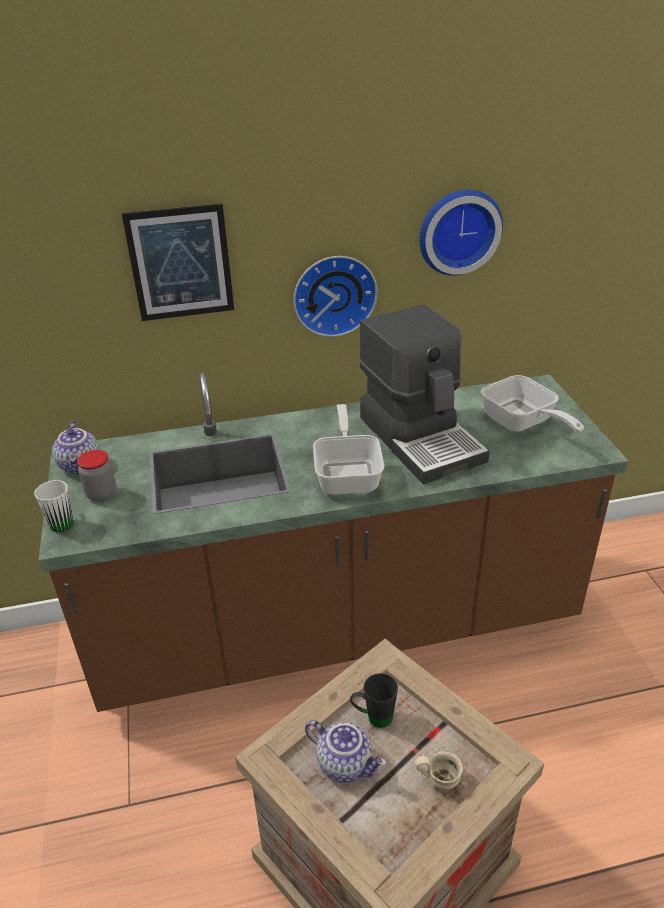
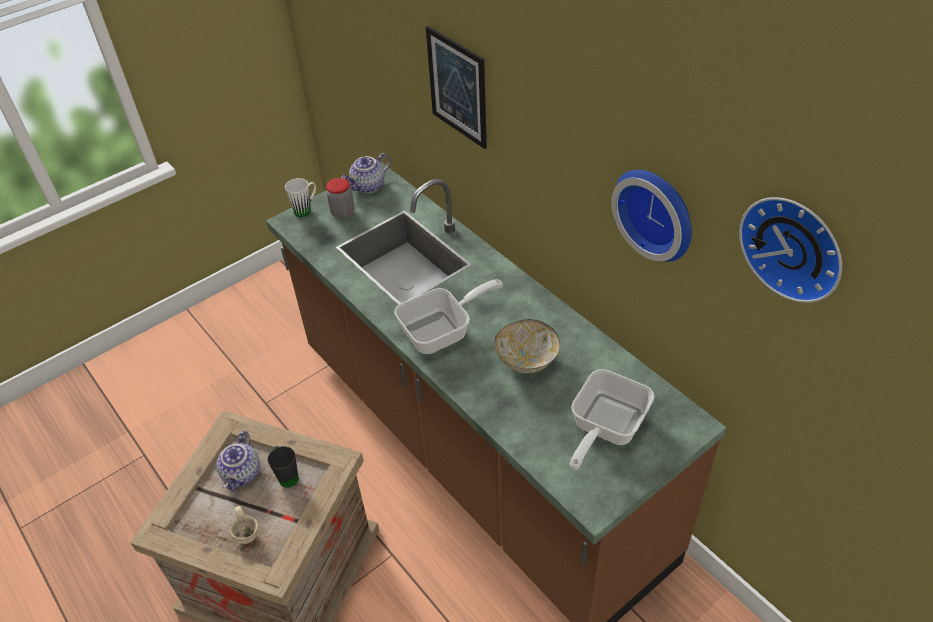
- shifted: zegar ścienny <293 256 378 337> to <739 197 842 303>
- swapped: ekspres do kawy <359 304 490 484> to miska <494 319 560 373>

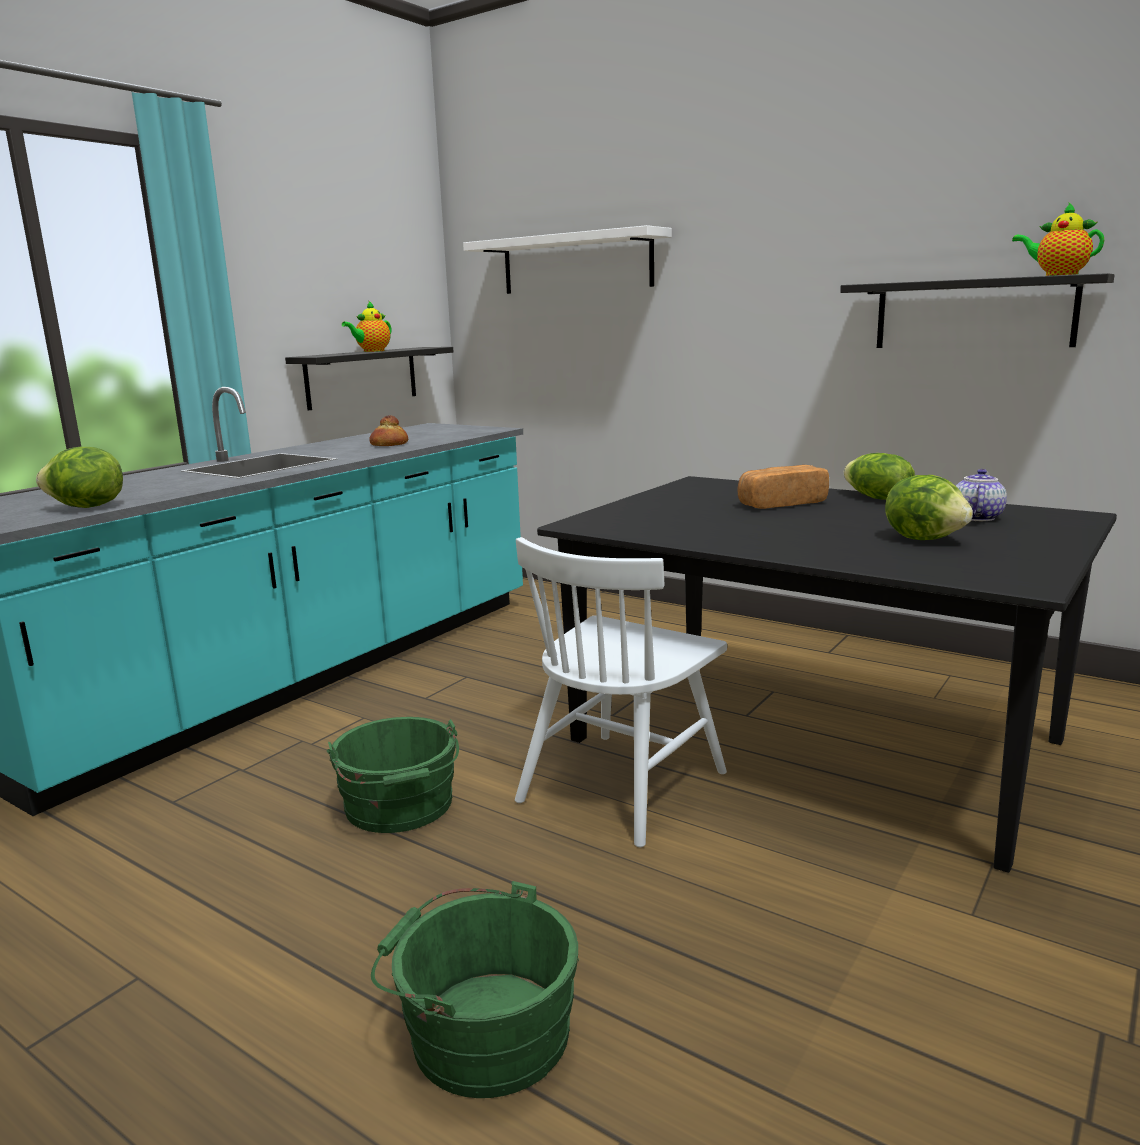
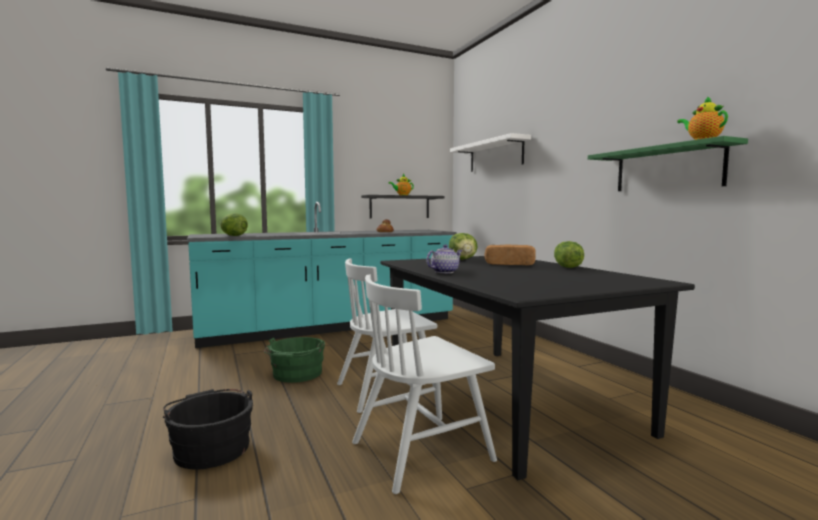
- repainted: wiadro (zielony) <371 881 579 1098> to wiadro (czarny) <163 389 253 470>
- repainted: półka (czarny) <840 273 1115 348> to półka (zielony) <588 136 748 191>
- shifted: sałata <885 475 973 540> to <449 233 478 260>
- shifted: imbryk <956 469 1007 521> to <426 245 462 273>
- new: krzesło (biały) <352 275 497 494>

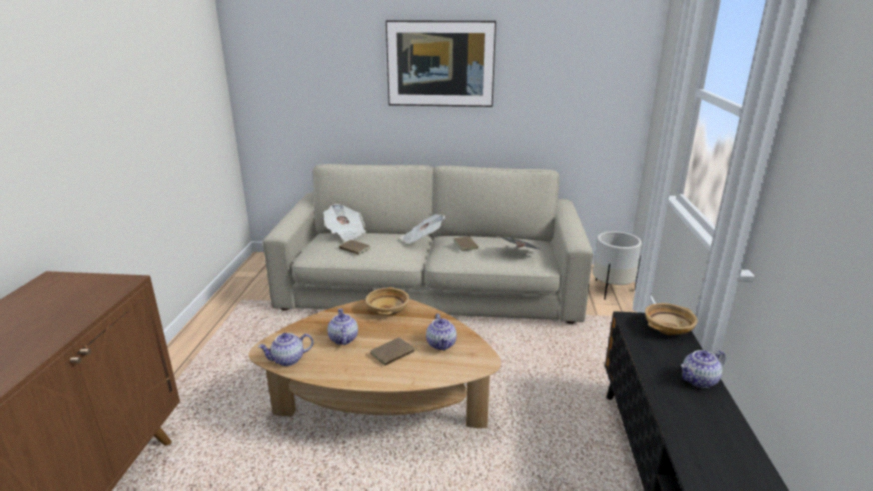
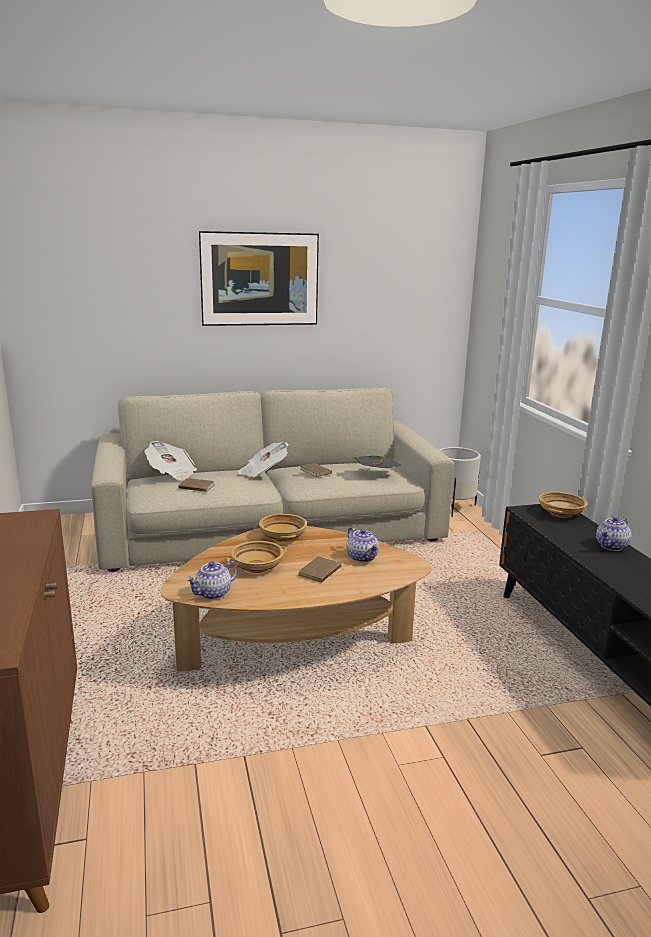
- swapped: imbryk <328 308 358 345> to miska (beżowy) <227 541 287 573>

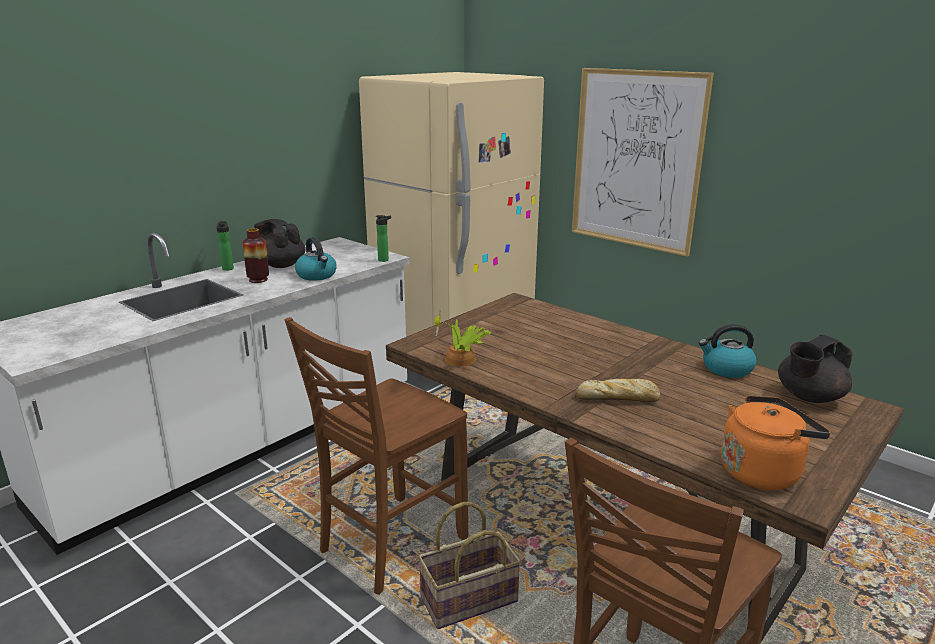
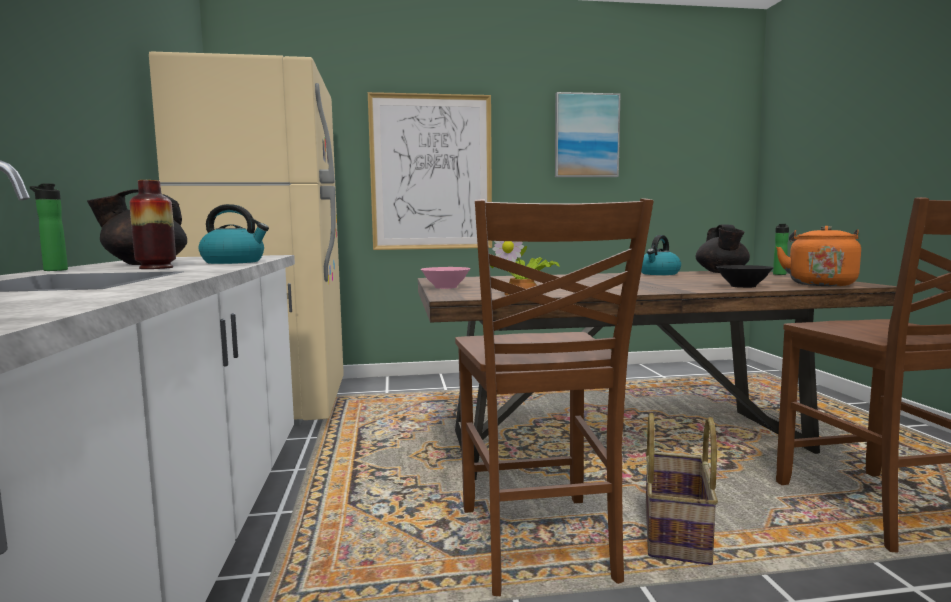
- shifted: butelka <376 215 391 262> to <773 224 789 275>
- gone: chleb <576 379 660 402>
- new: miska (różowy) <421 267 471 289>
- new: obraz <555 92 620 177>
- new: miska (czarny) <716 265 773 288>

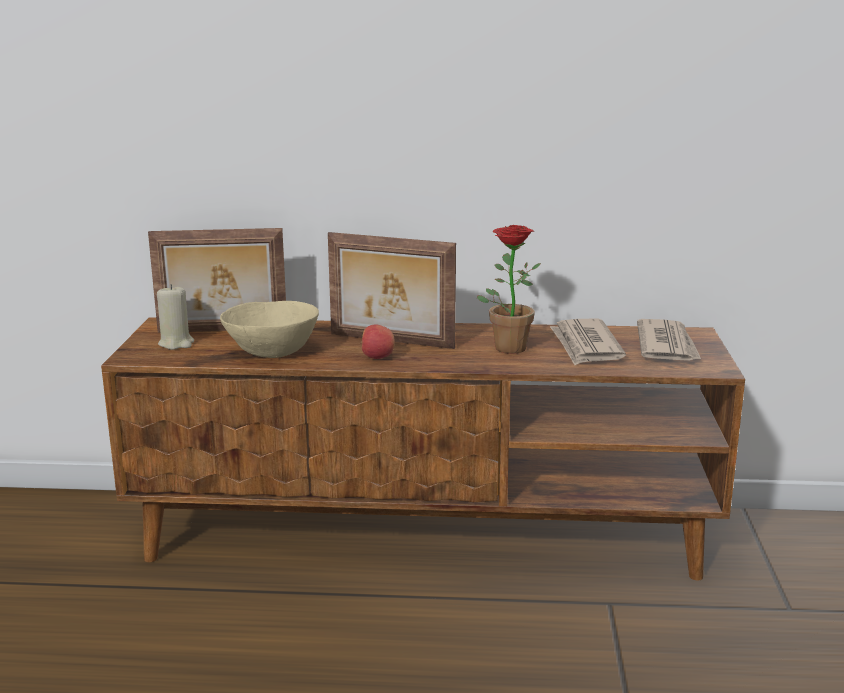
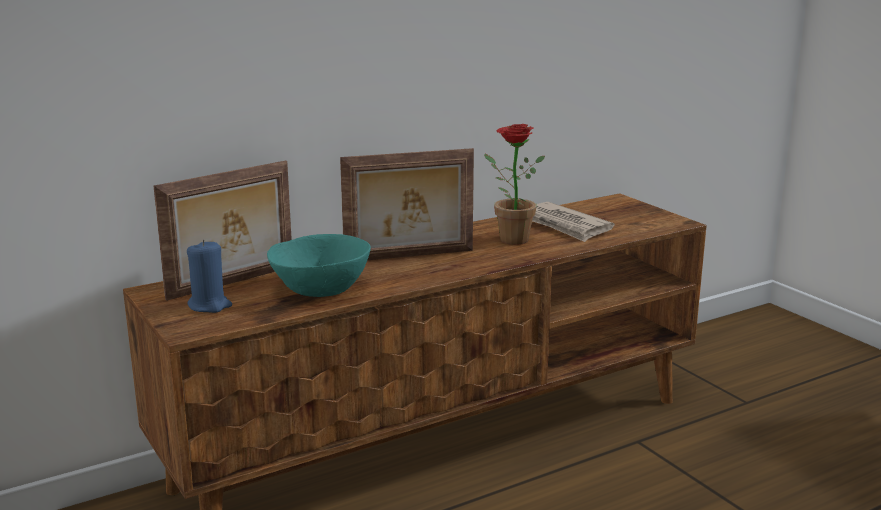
- repainted: świeca (beżowy) <157 284 194 350> to świeca (niebieski) <187 240 232 313>
- repainted: miska (beżowy) <220 301 319 358> to miska (turkusowy) <267 234 371 297>
- gone: jabłko <360 325 395 359>
- gone: gazeta <637 319 701 361>

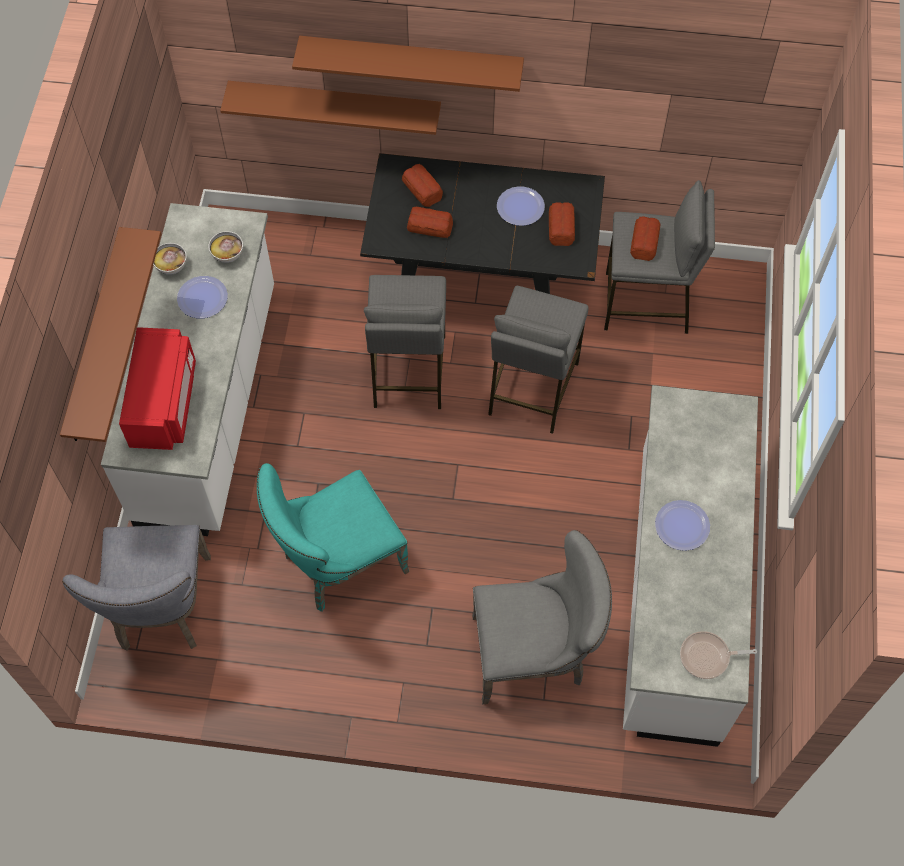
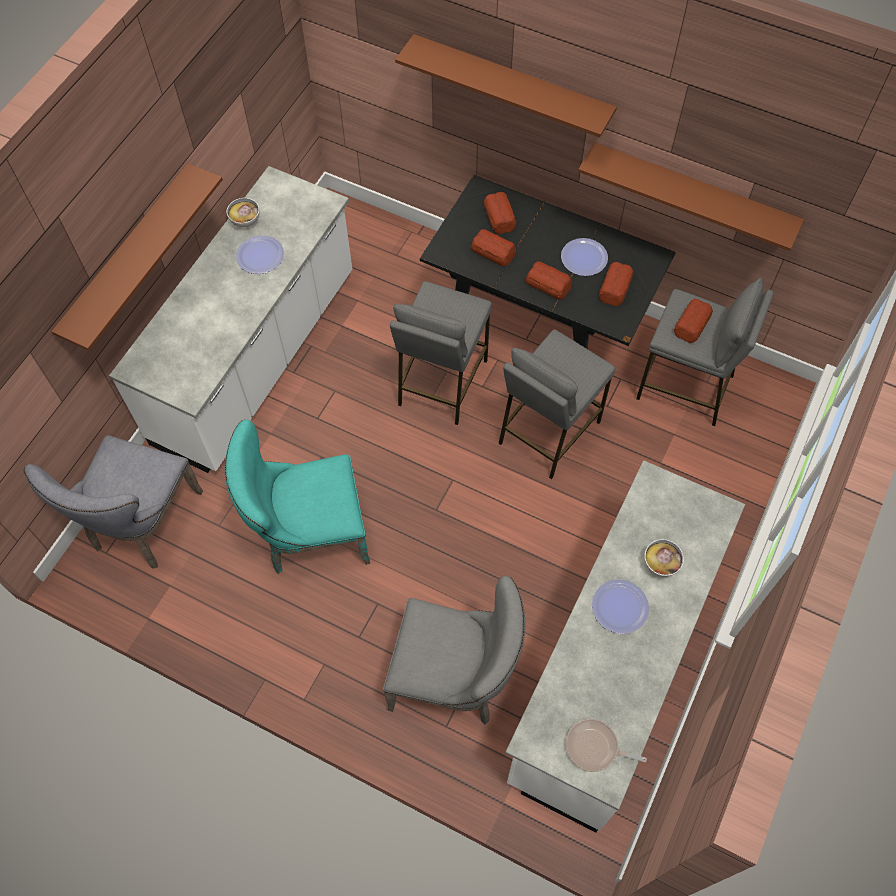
- gone: mikrofalówka (czerwony) <119 327 196 450>
- shifted: miska <208 231 243 263> to <644 539 684 577>
- shifted: półka (brązowy) <220 81 441 135> to <578 142 804 251>
- new: chleb <526 261 572 299>

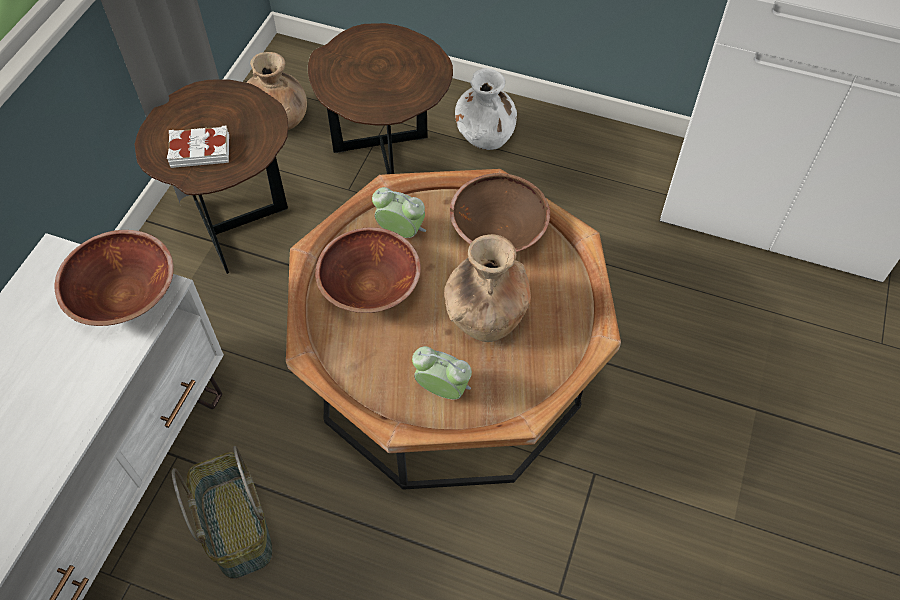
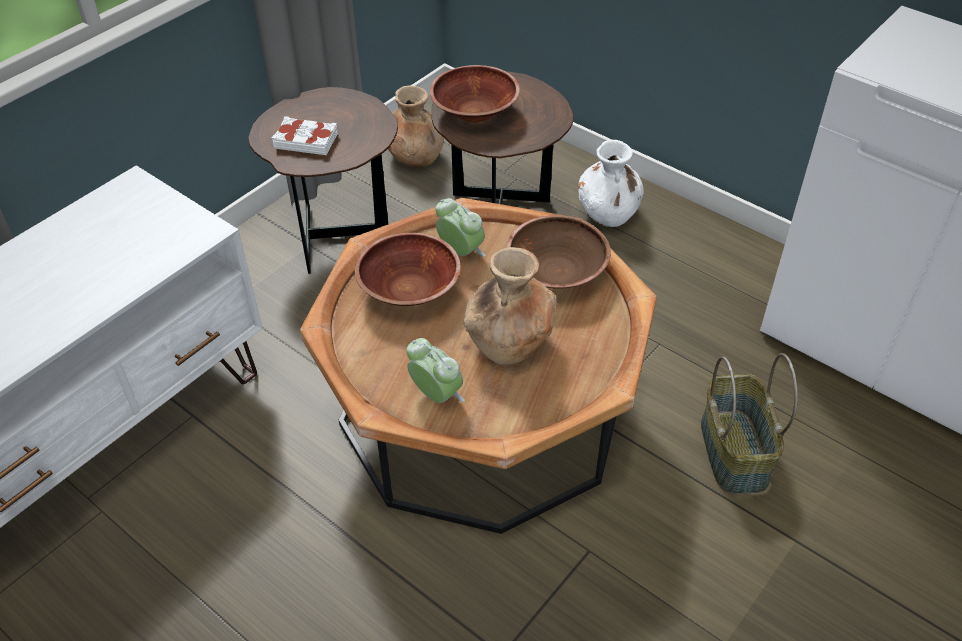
- shifted: miska (brązowy) <55 230 174 326> to <430 65 520 123>
- shifted: koszyk <172 446 273 579> to <701 353 798 494>

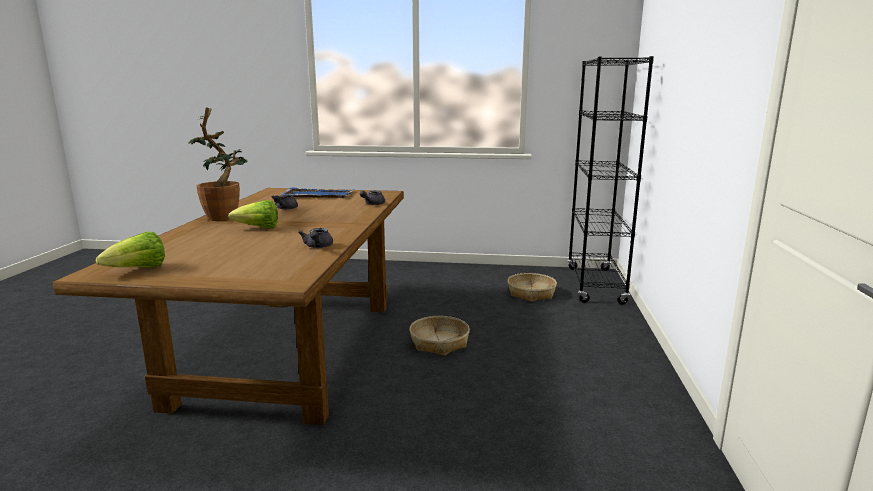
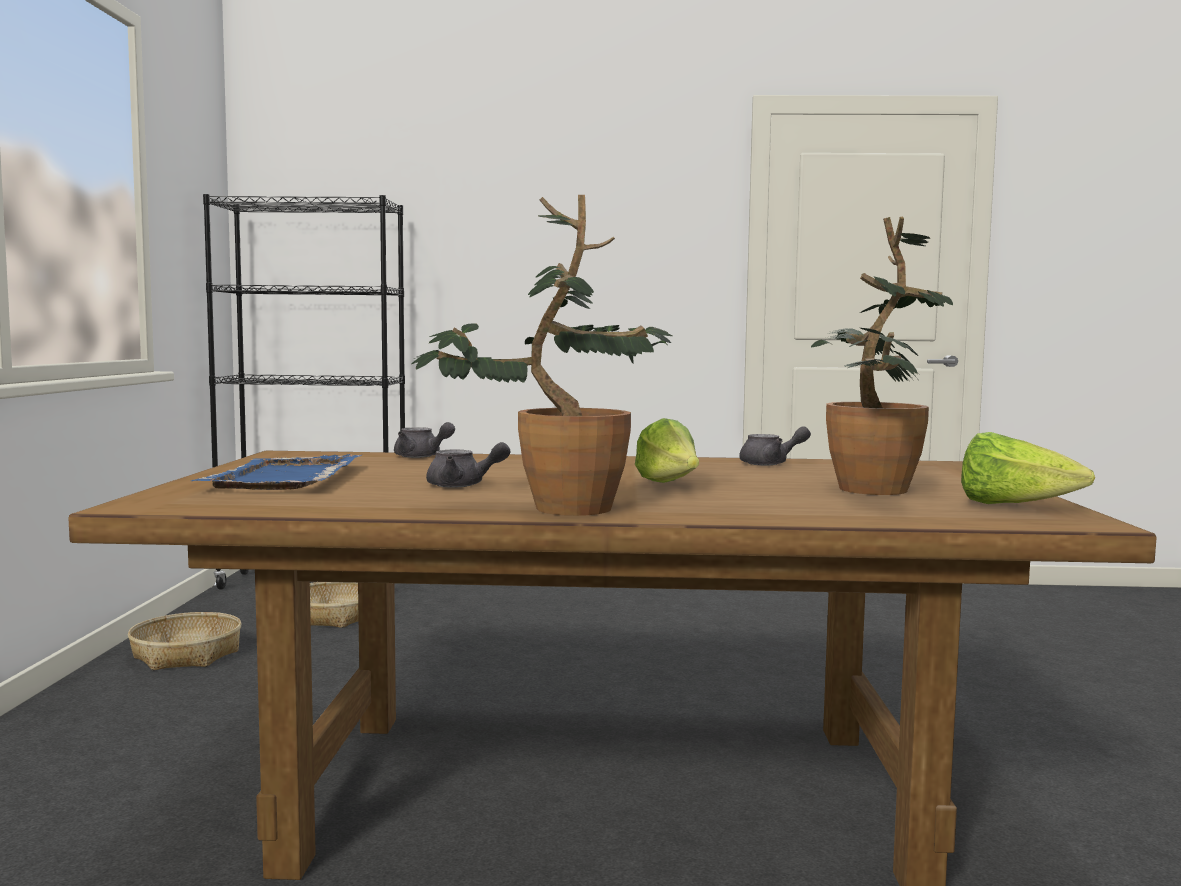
- shifted: koszyk <409 316 470 356> to <128 612 241 670>
- new: roślina doniczkowa <811 216 953 495>

